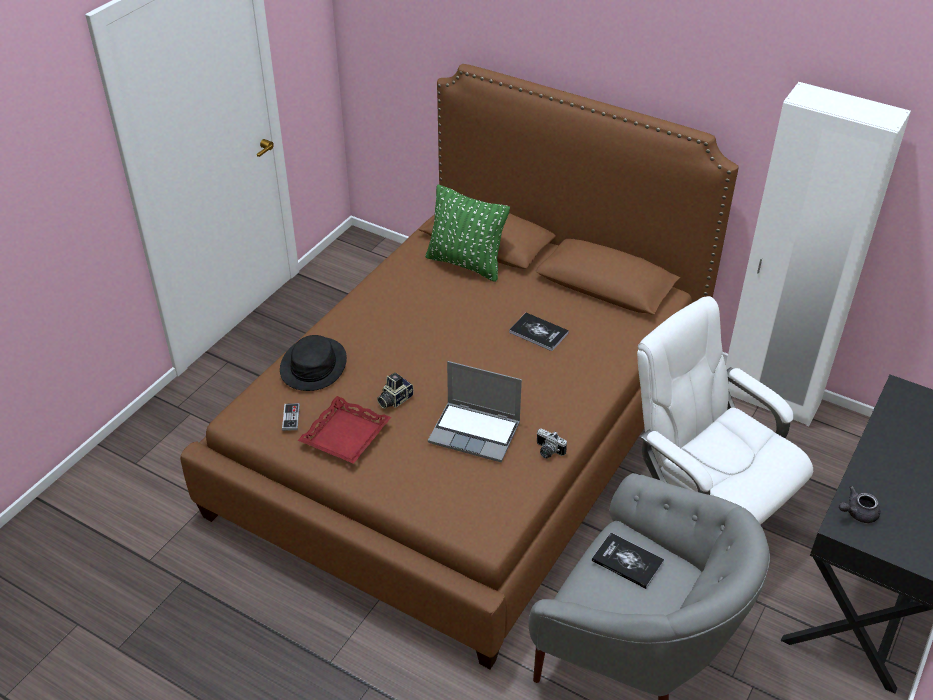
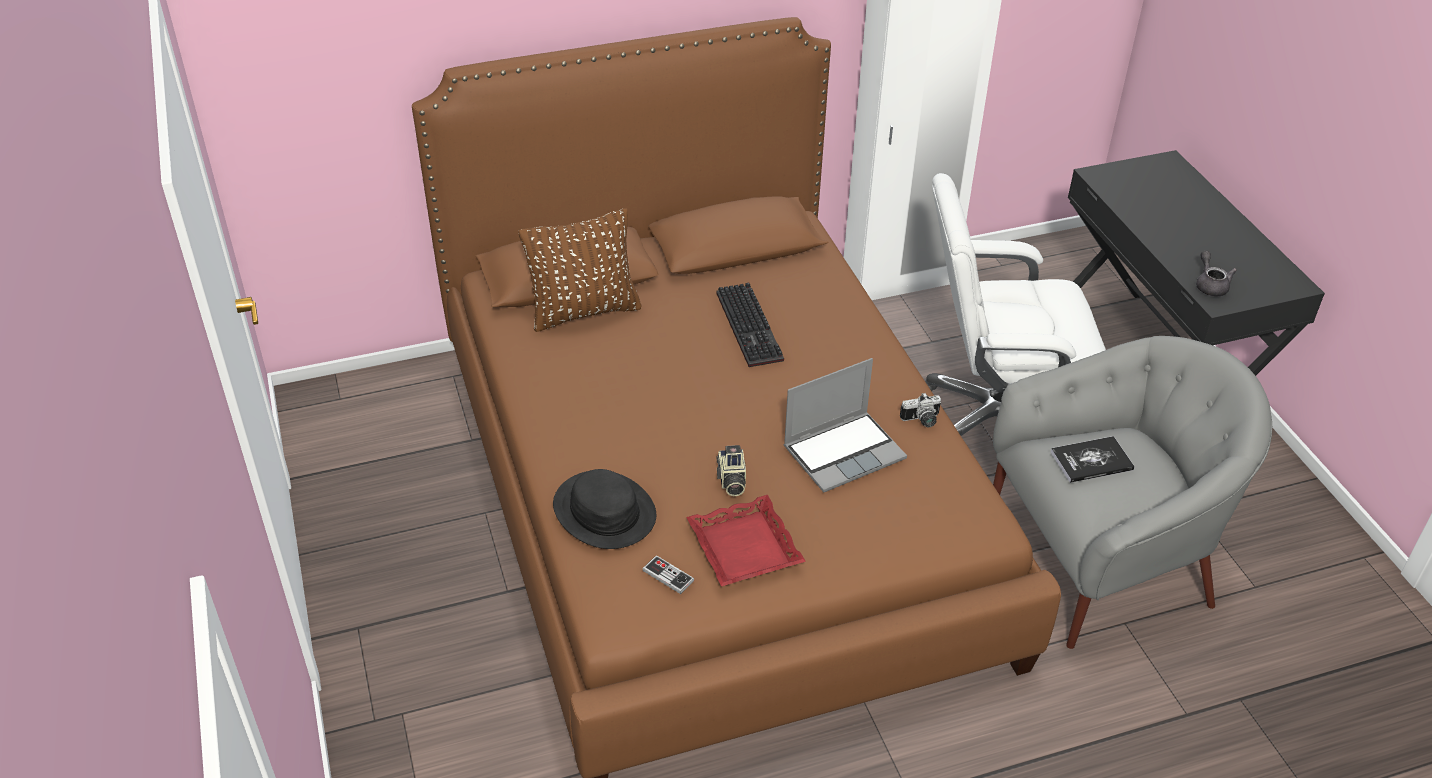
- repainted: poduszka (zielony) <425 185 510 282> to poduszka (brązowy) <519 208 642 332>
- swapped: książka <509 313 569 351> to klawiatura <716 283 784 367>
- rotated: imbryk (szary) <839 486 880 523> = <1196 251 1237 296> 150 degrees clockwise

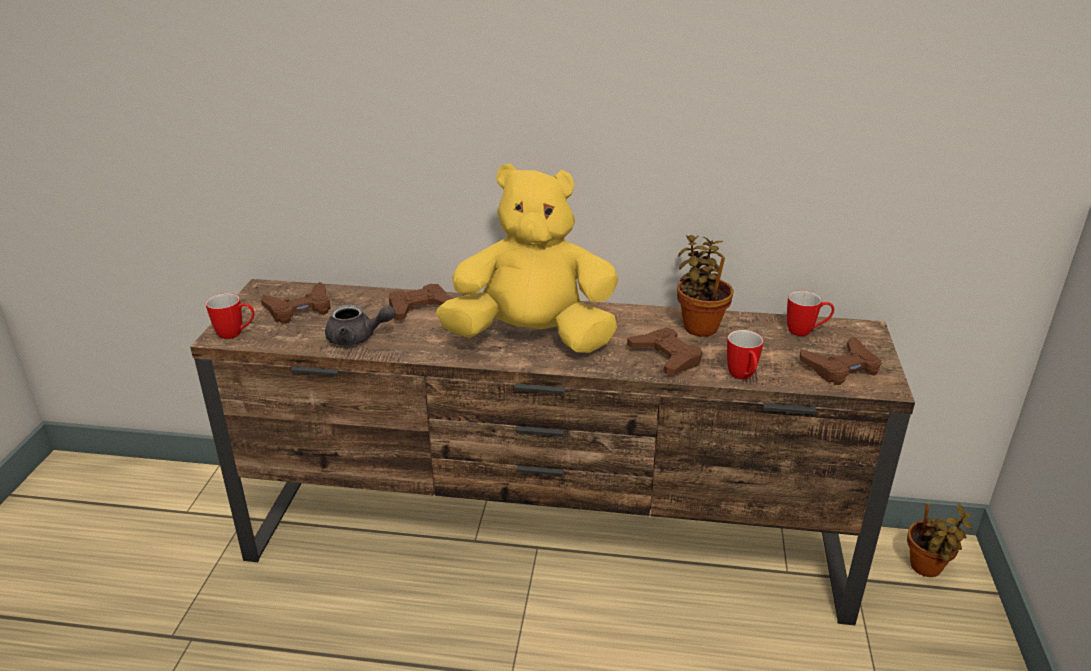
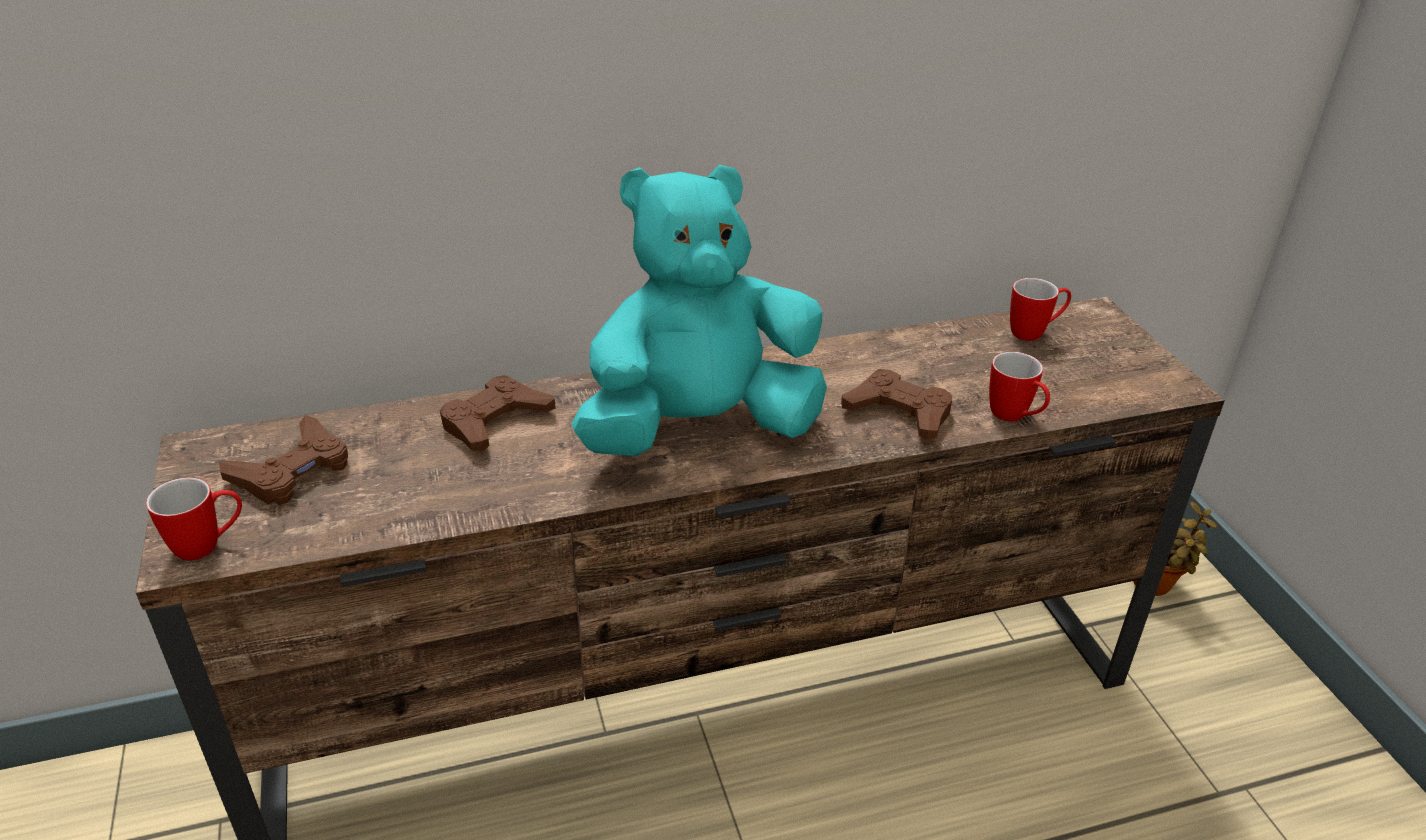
- gone: imbryk (szary) <325 304 395 346>
- repainted: pluszak (żółty) <436 164 618 353> to pluszak (turkusowy) <572 165 827 456>
- gone: roślina doniczkowa <677 235 734 337>
- gone: pad do gier (brązowy) <800 336 882 385>

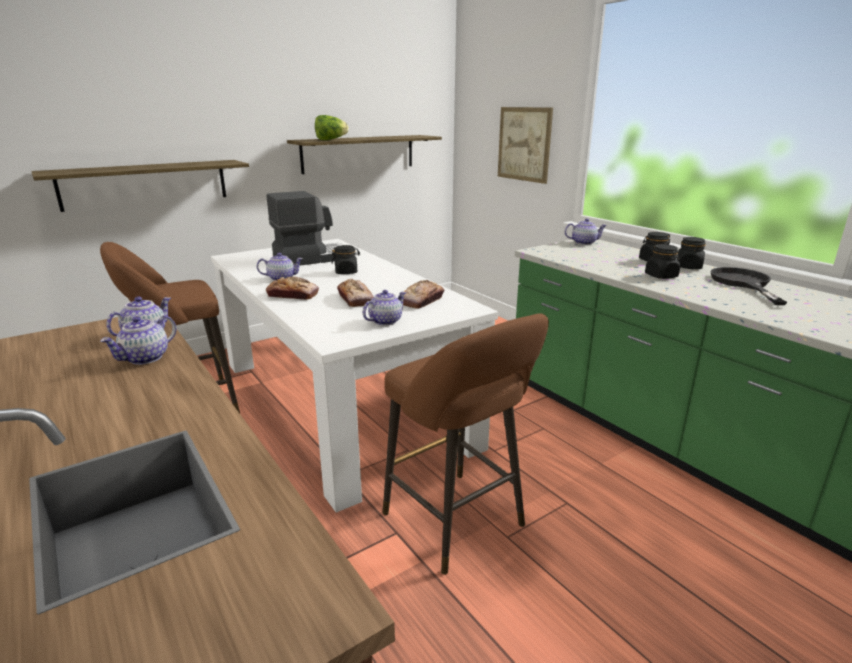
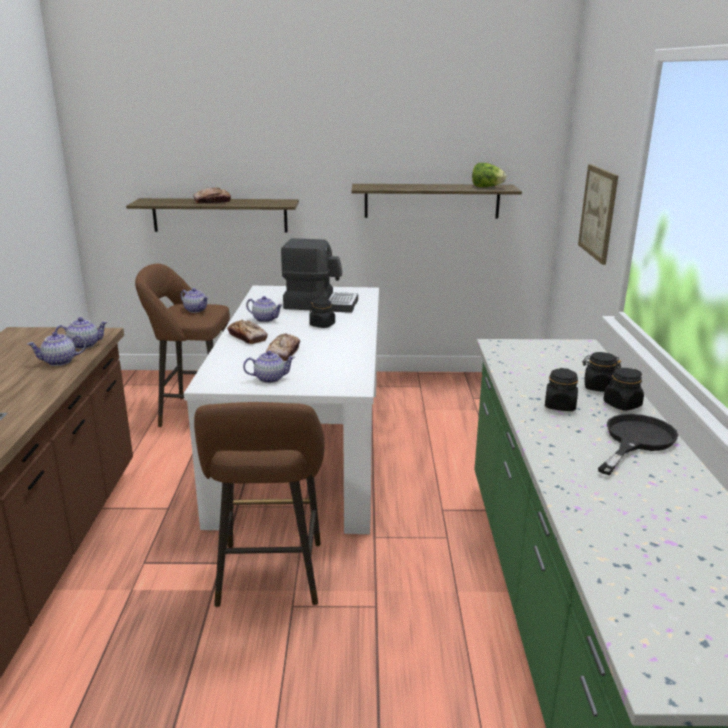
- shifted: sałata <315 115 349 140> to <472 163 506 188>
- shifted: chleb <403 280 444 309> to <193 187 231 204>
- shifted: imbryk <565 219 607 245> to <181 288 209 313>

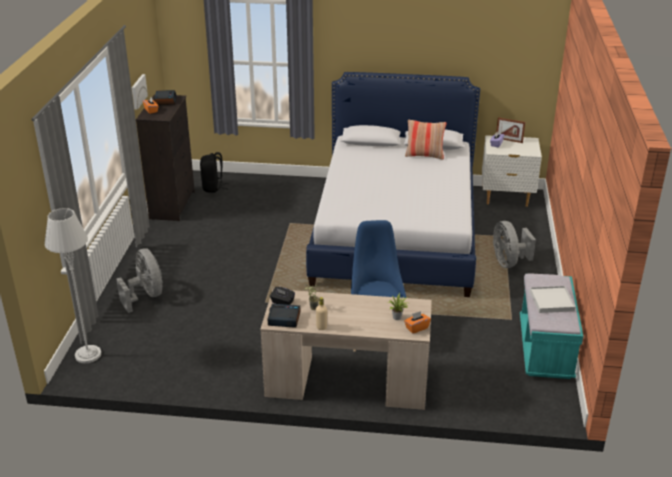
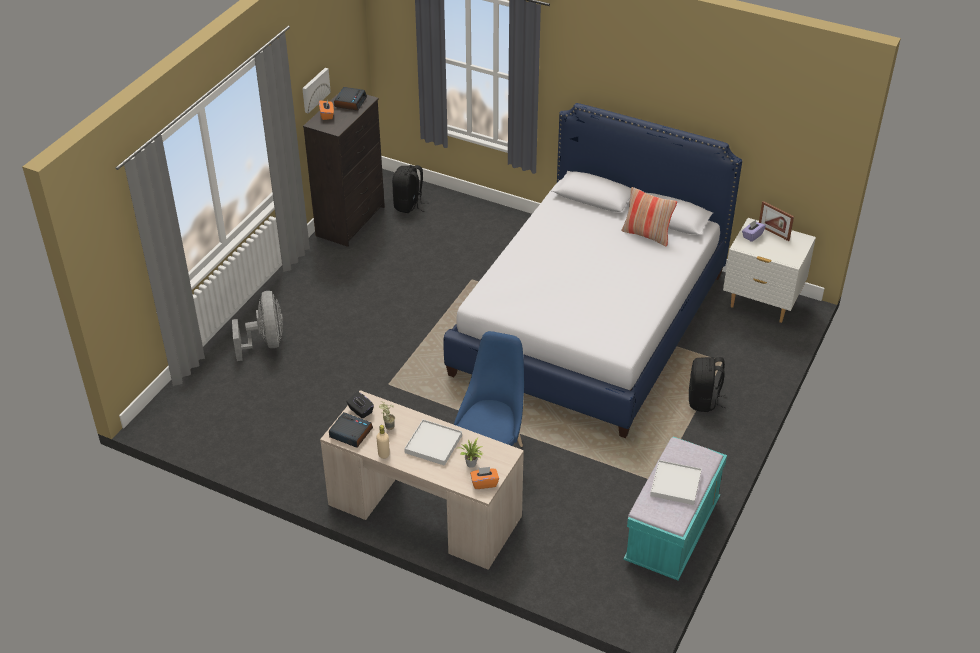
- gone: lampa stojąca (szary) <45 208 101 363>
- swapped: wentylator (szary) <493 221 536 268> to plecak (czarny) <689 357 726 412>
- new: taca (biały) <404 420 462 466>

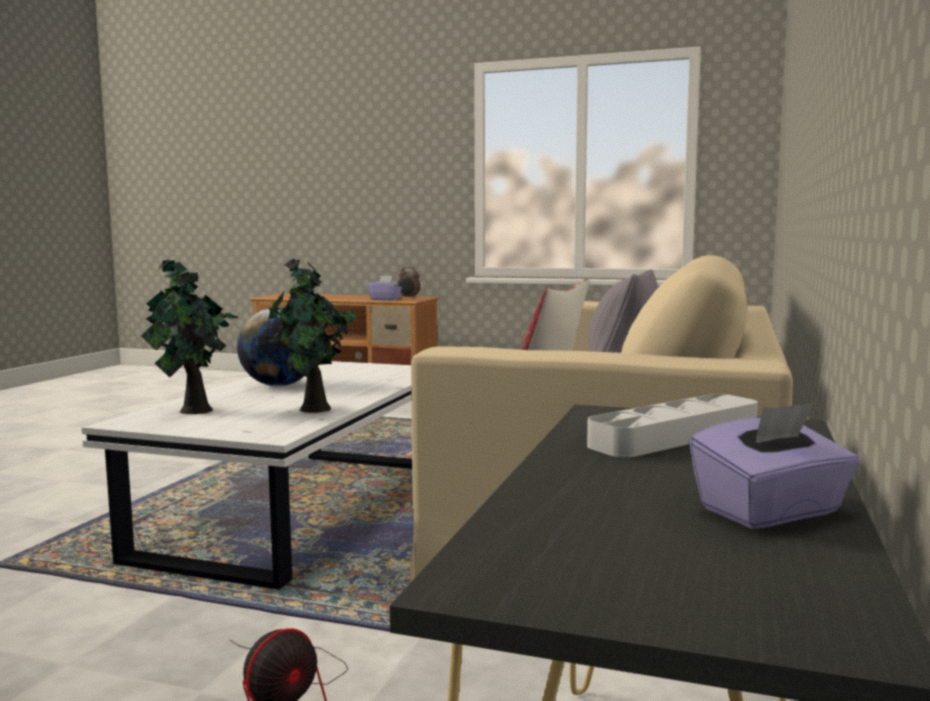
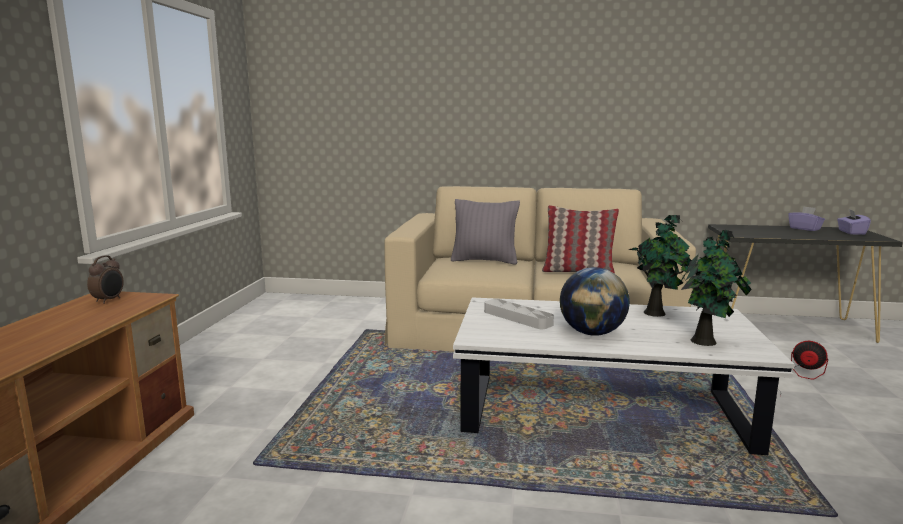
- shifted: pudełko chusteczek (fioletowy) <367 276 402 300> to <837 209 871 235>
- shifted: taca (szary) <587 394 758 457> to <484 299 554 329>

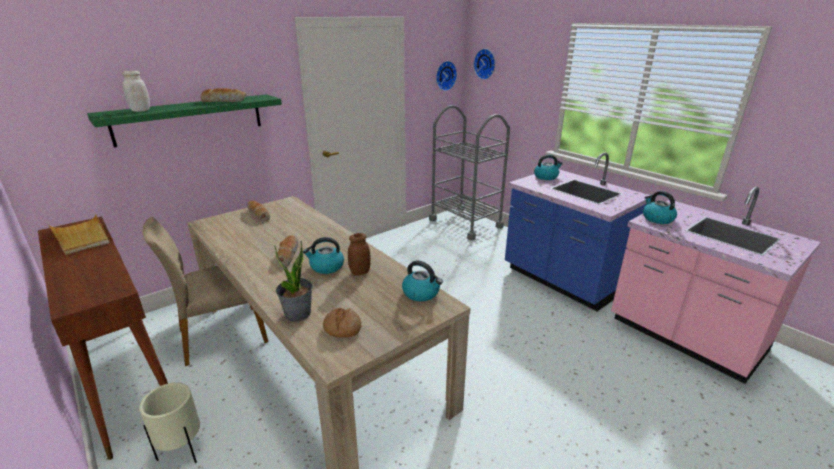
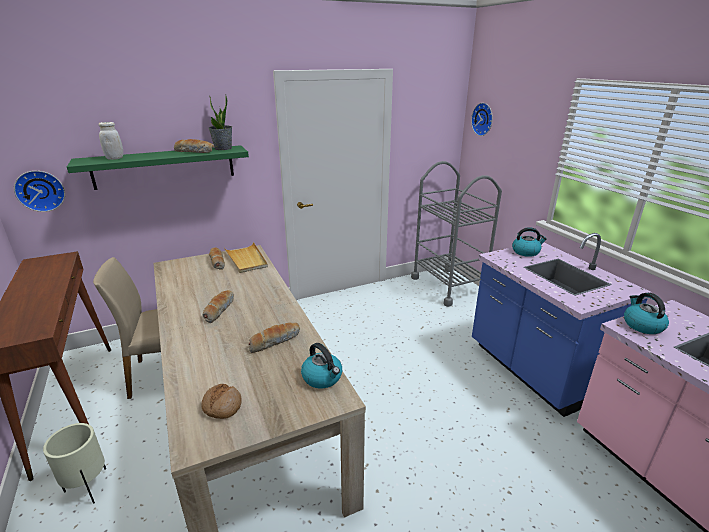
- shifted: taca (beżowy) <49 214 109 255> to <224 242 268 273>
- shifted: roślina doniczkowa <274 240 313 322> to <208 95 232 150>
- gone: czajnik <303 237 344 274>
- swapped: słoik (brązowy) <348 233 371 276> to chleb <249 323 300 353>
- shifted: zegar ścienny <436 61 457 91> to <14 171 65 212>

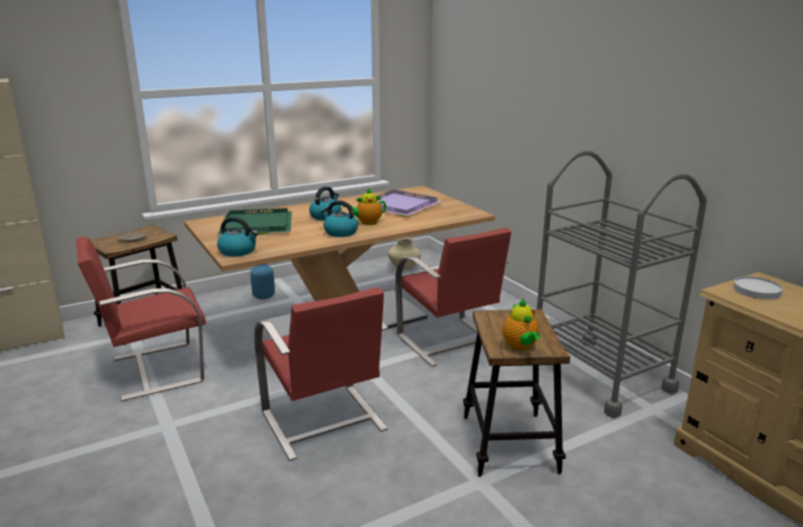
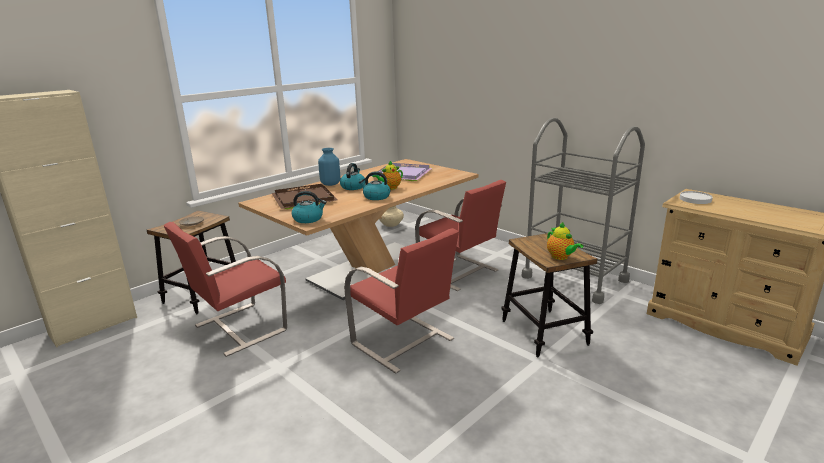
- repainted: taca (zielony) <218 208 292 235> to taca (brązowy) <272 184 338 209>
- shifted: wazon (niebieski) <250 264 275 299> to <318 148 340 186>

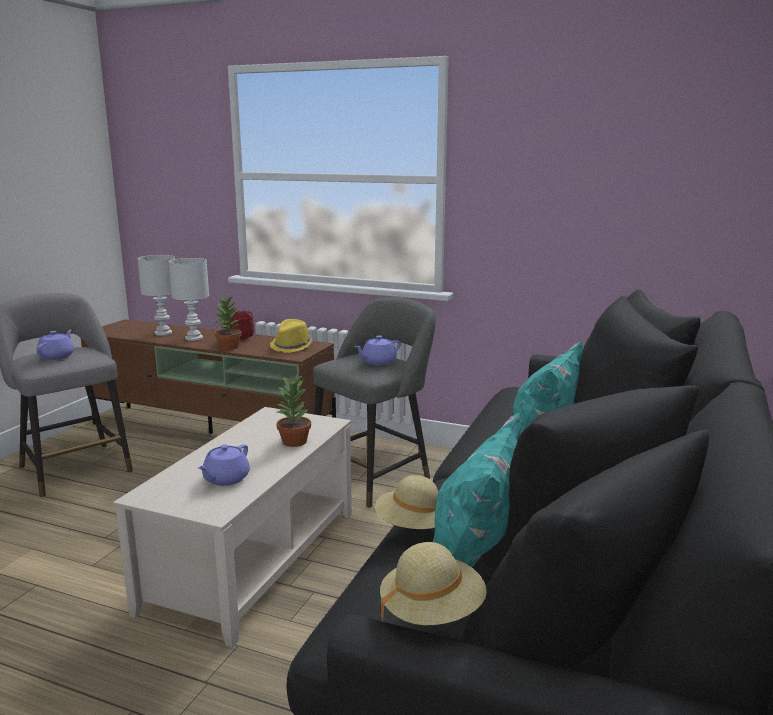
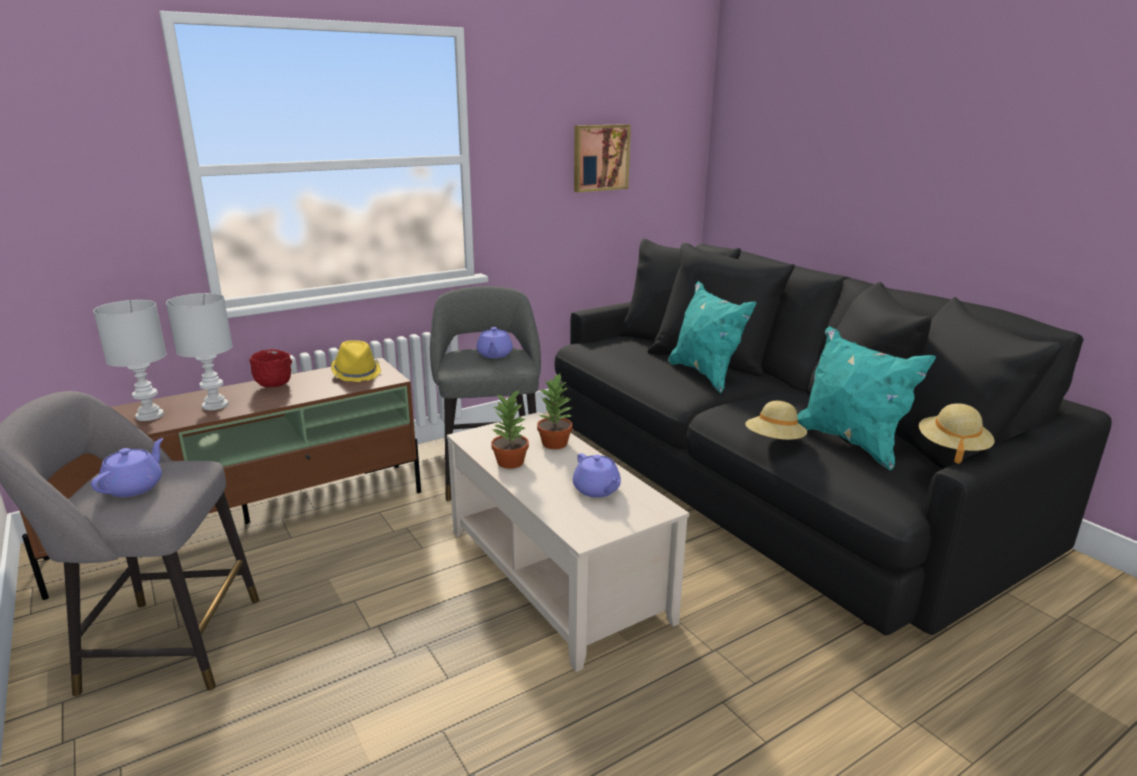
- rotated: imbryk (fioletowy) <37 329 74 360> = <91 438 163 497> 60 degrees clockwise
- shifted: roślina doniczkowa <214 296 242 350> to <491 389 529 469>
- new: obraz <574 124 631 192>

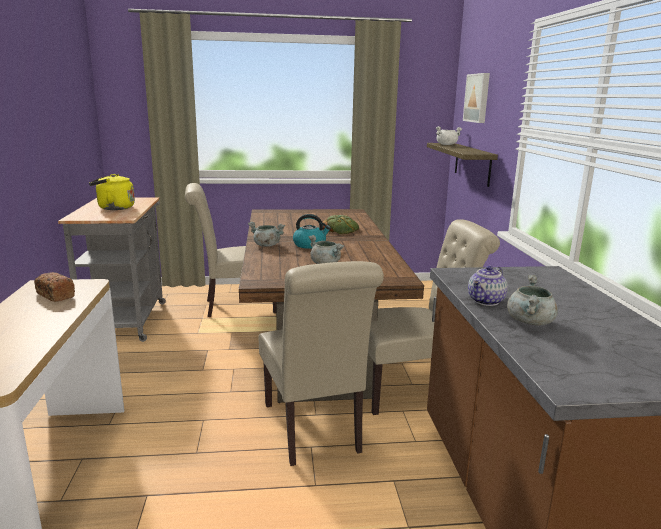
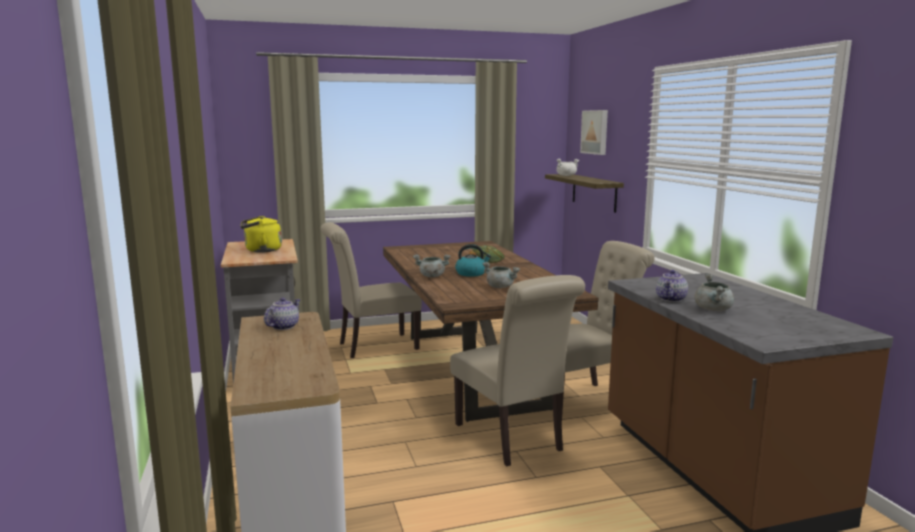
- swapped: chleb <34 272 75 302> to imbryk <264 298 300 330>

